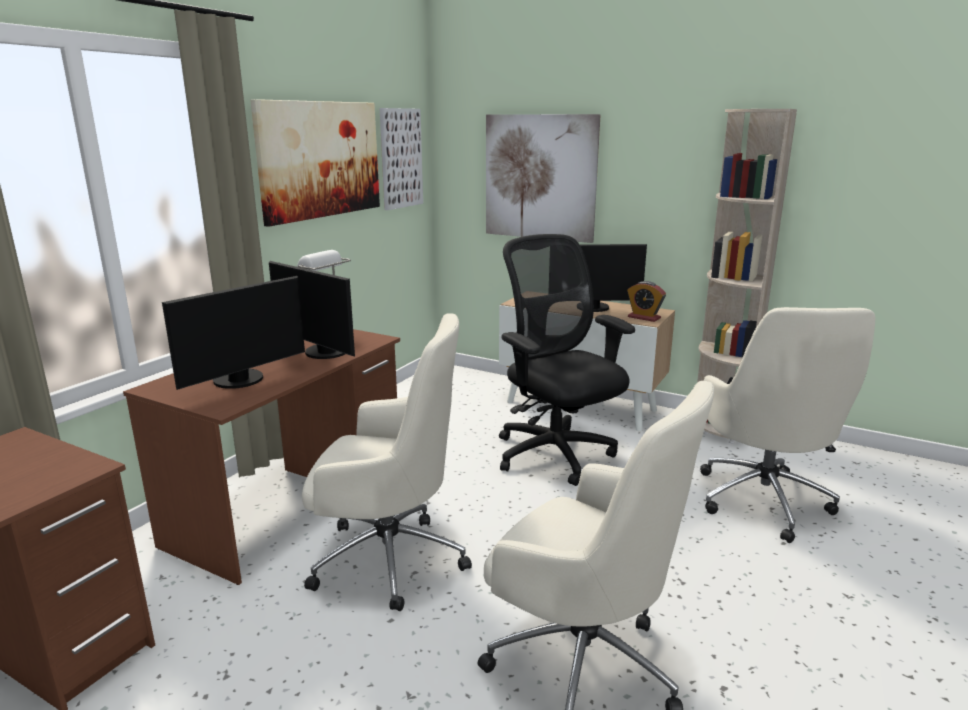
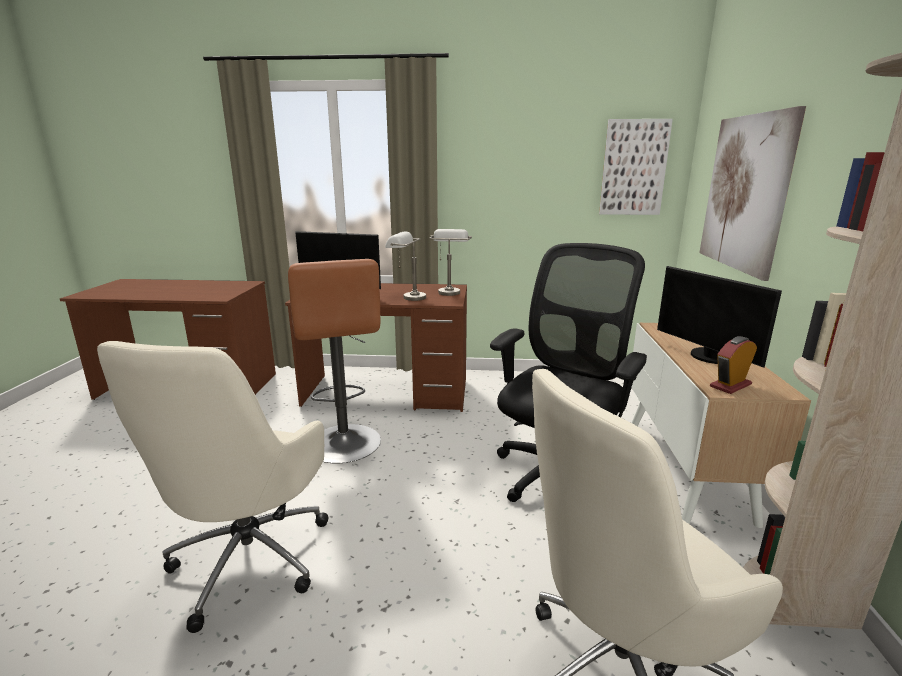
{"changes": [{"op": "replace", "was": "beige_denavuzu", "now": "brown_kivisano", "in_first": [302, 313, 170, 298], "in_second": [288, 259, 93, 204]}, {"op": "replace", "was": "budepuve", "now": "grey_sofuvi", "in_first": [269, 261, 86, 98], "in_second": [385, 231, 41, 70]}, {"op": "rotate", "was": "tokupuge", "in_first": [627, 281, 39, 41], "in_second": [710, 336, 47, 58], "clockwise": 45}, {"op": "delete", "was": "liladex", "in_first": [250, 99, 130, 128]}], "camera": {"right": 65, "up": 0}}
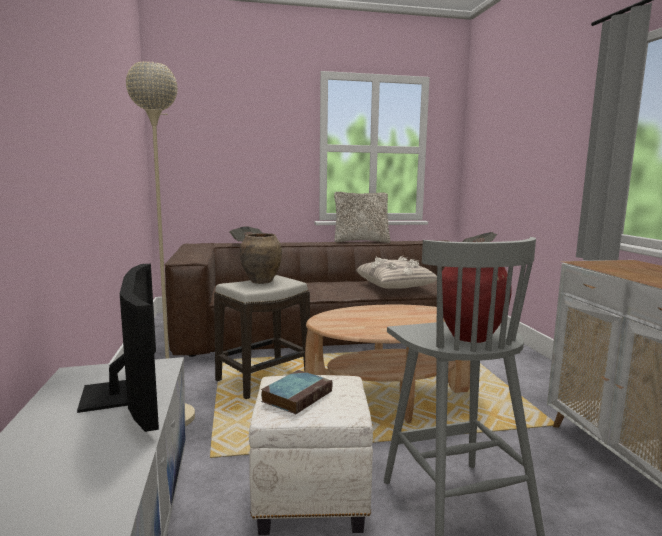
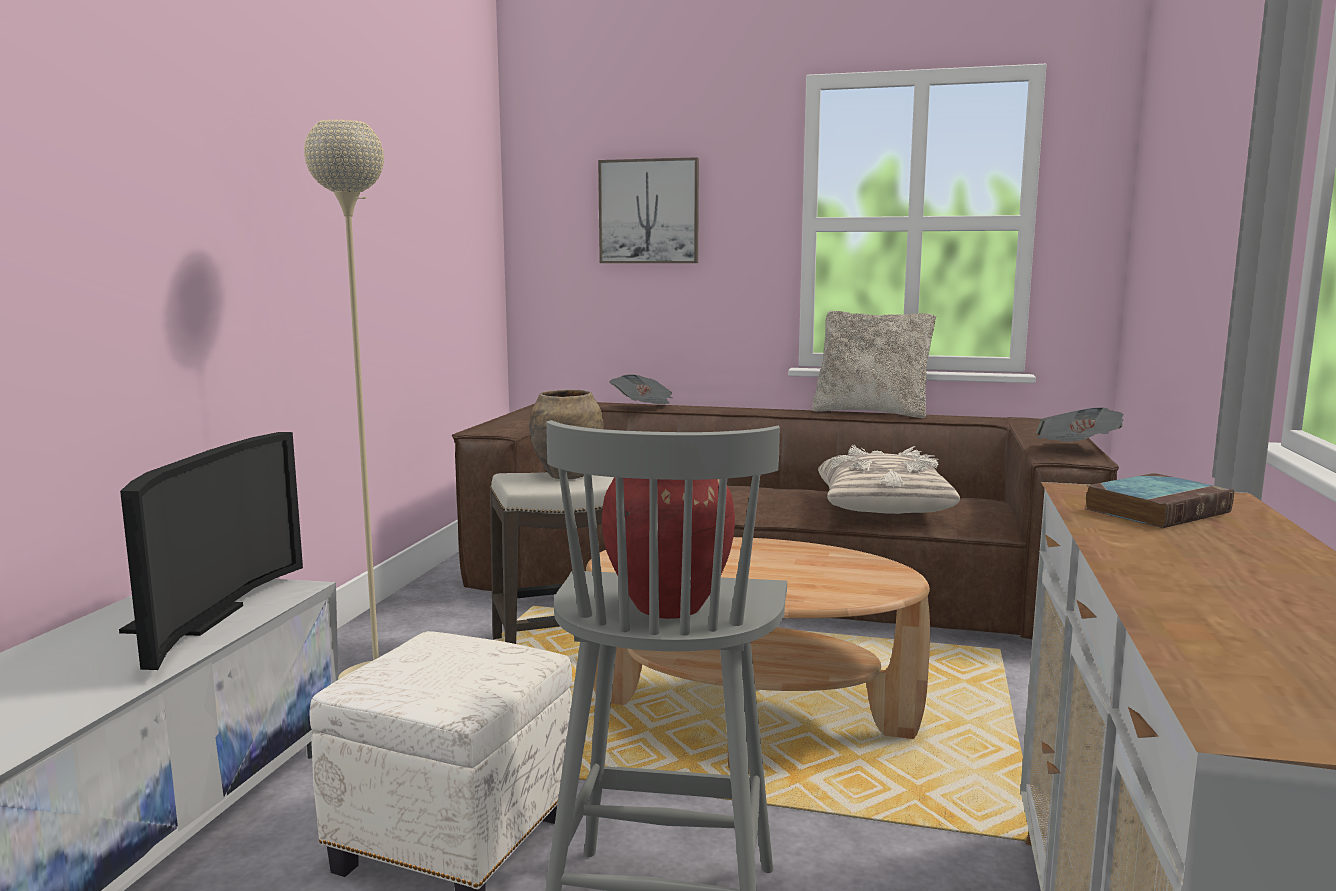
{"changes": [{"op": "insert", "now": "liladex", "in_second": [598, 157, 101, 106]}, {"op": "move", "was": "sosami", "in_first": [261, 370, 71, 44], "in_second": [1085, 473, 149, 55]}], "camera": {"right": 25, "up": 0}}
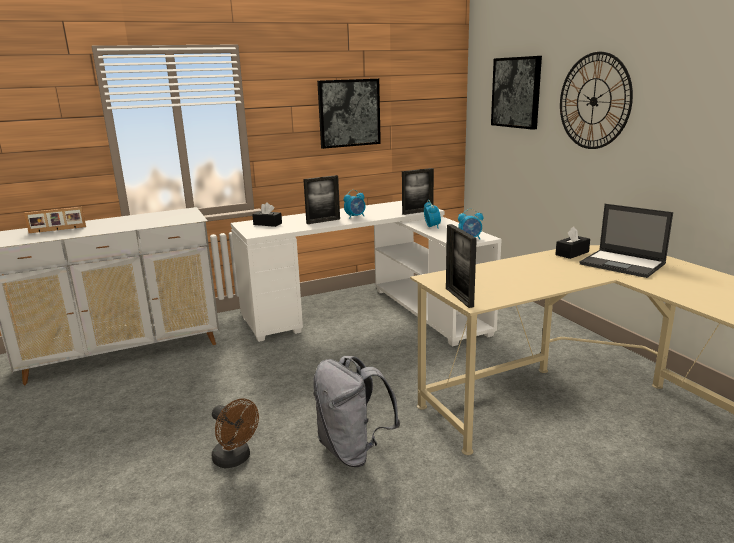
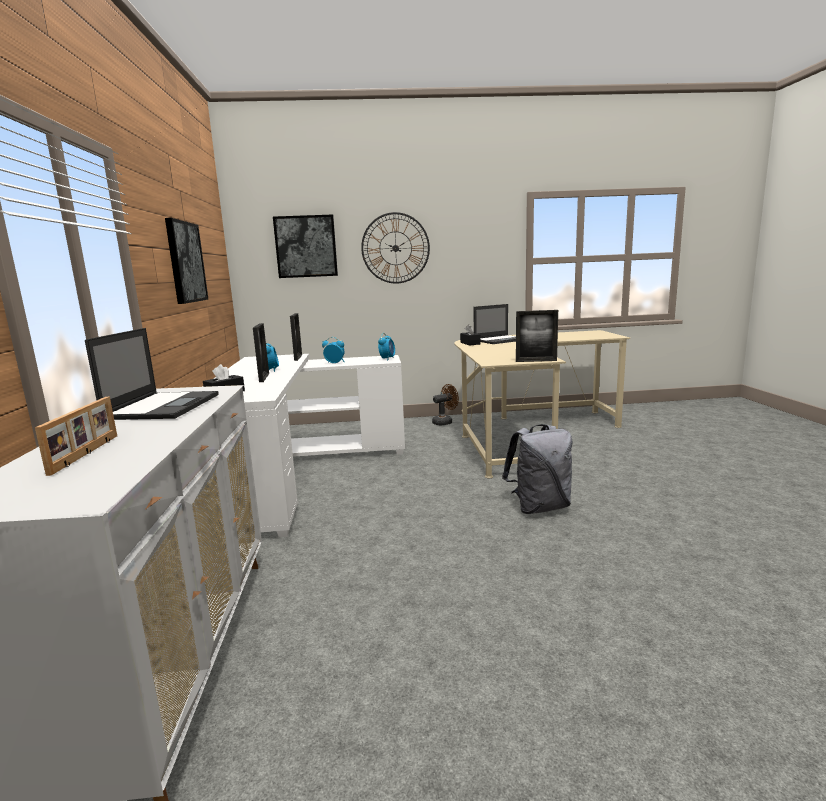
{"changes": [{"op": "insert", "now": "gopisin", "in_second": [85, 328, 134, 92]}, {"op": "move", "was": "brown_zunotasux", "in_first": [212, 399, 47, 69], "in_second": [432, 384, 27, 41]}], "camera": {"right": -70, "up": -5}}
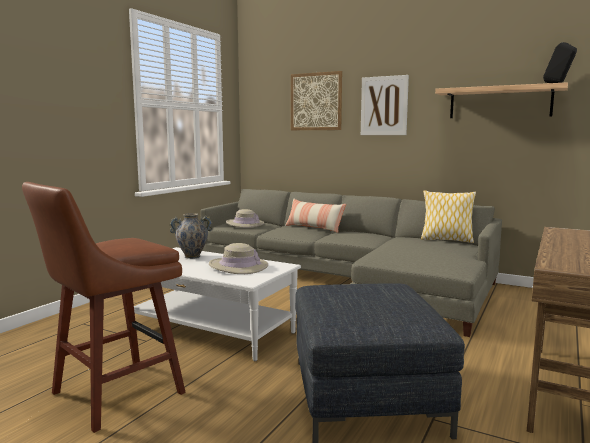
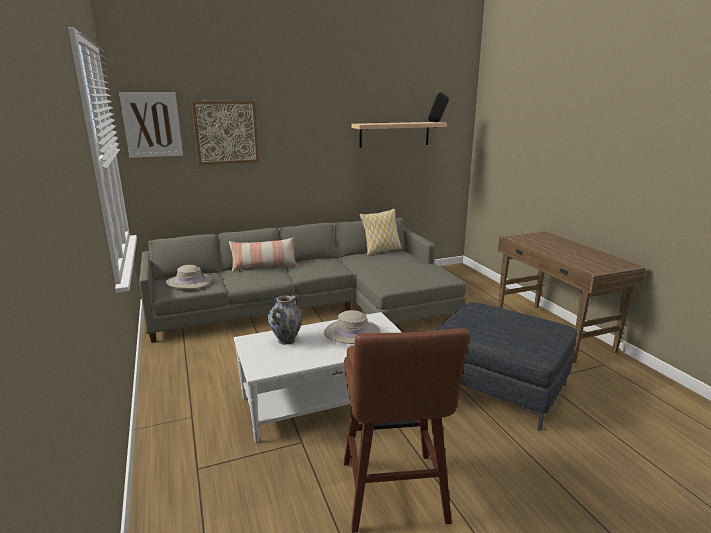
{"changes": [{"op": "move", "was": "liladex", "in_first": [361, 75, 48, 60], "in_second": [119, 92, 64, 66]}], "camera": {"right": -50, "up": 10}}
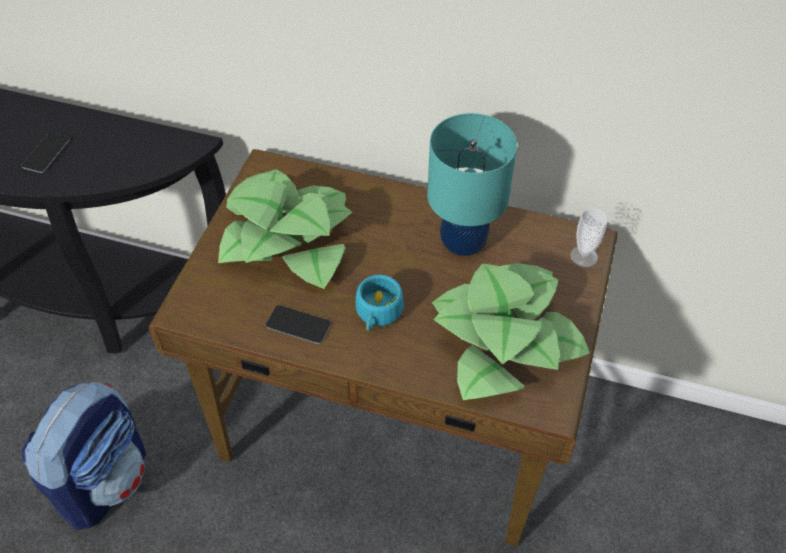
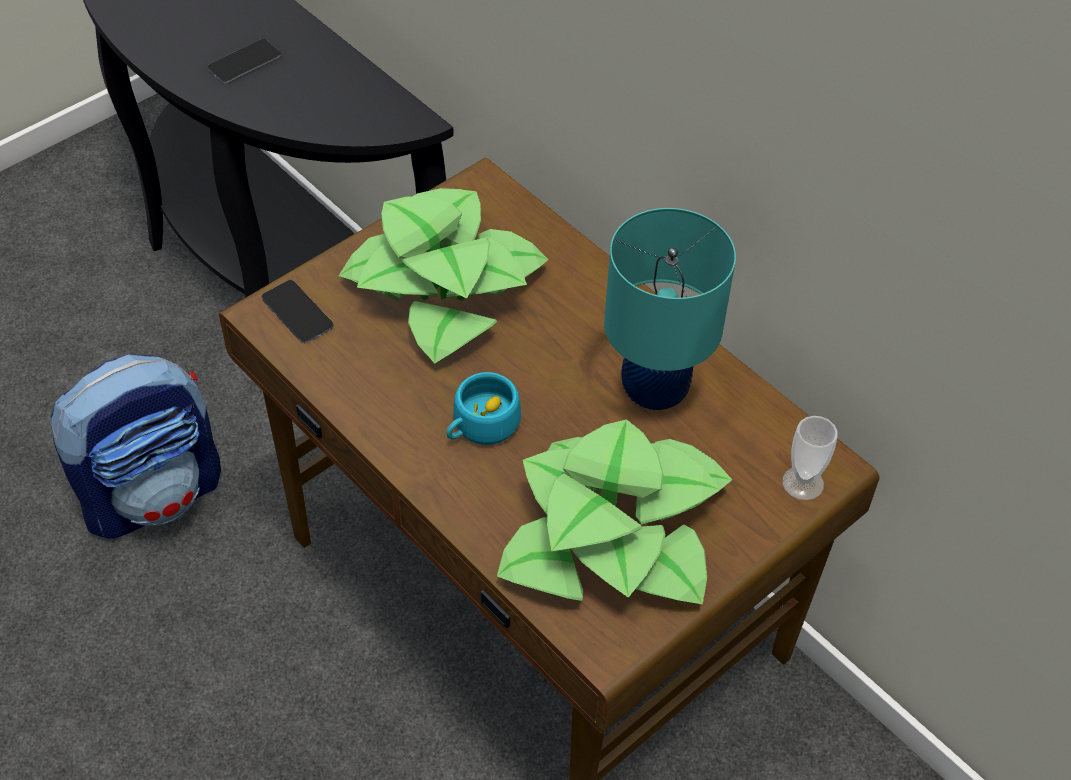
{"changes": [{"op": "move", "was": "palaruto", "in_first": [266, 305, 65, 39], "in_second": [262, 280, 72, 63]}], "camera": {"right": 30, "up": 0}}
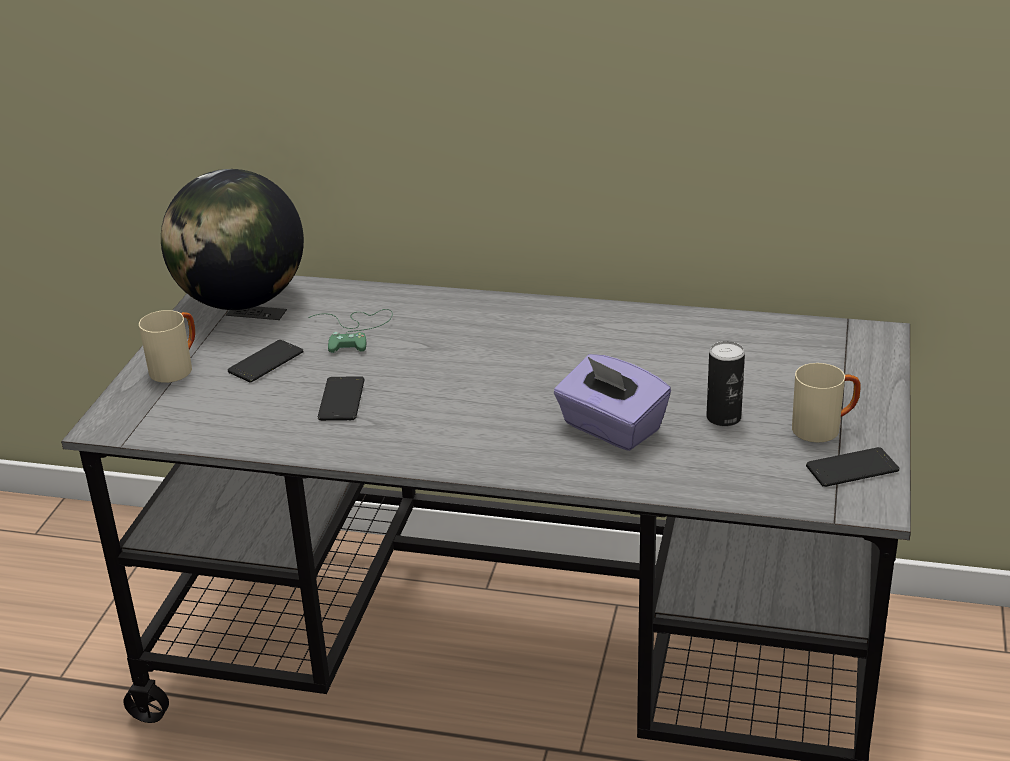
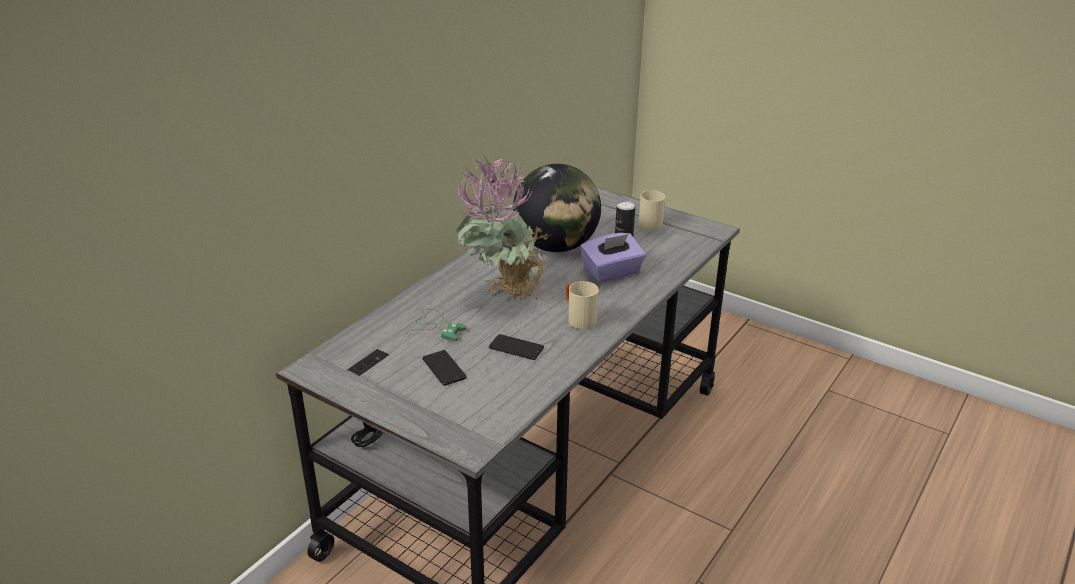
{"changes": [{"op": "insert", "now": "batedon", "in_second": [456, 156, 94, 146]}, {"op": "move", "was": "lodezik", "in_first": [161, 169, 143, 141], "in_second": [513, 164, 88, 88]}, {"op": "move", "was": "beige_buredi", "in_first": [139, 310, 56, 73], "in_second": [566, 281, 33, 48]}, {"op": "delete", "was": "palaruto", "in_first": [806, 447, 94, 40]}], "camera": {"right": -70, "up": 0}}
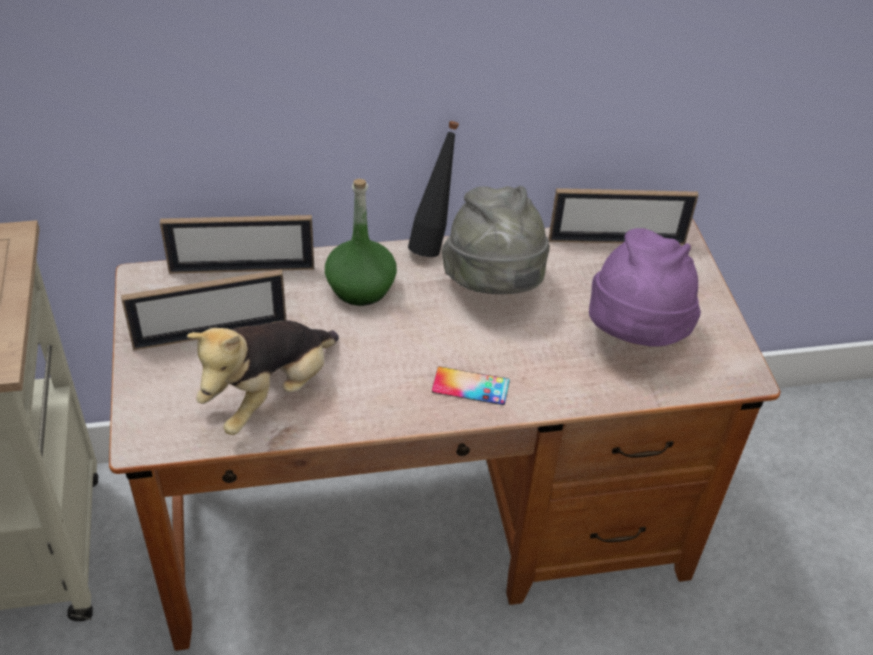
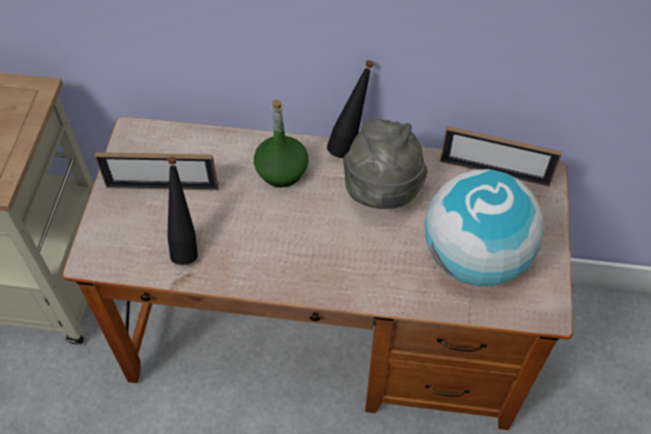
{"changes": [{"op": "replace", "was": "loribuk", "now": "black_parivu", "in_first": [187, 320, 152, 115], "in_second": [167, 157, 31, 108]}, {"op": "replace", "was": "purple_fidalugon", "now": "lodezik", "in_first": [589, 228, 112, 119], "in_second": [425, 169, 119, 117]}, {"op": "delete", "was": "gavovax", "in_first": [160, 215, 154, 59]}, {"op": "delete", "was": "palaruto", "in_first": [432, 367, 77, 38]}], "camera": {"right": 20, "up": 10}}
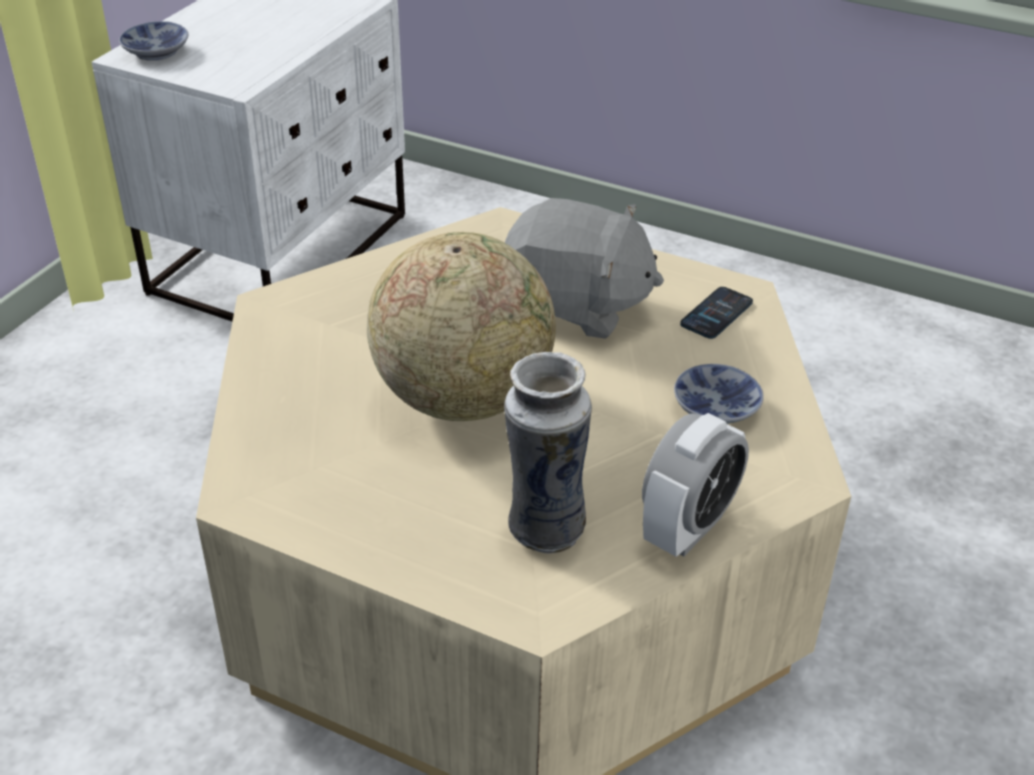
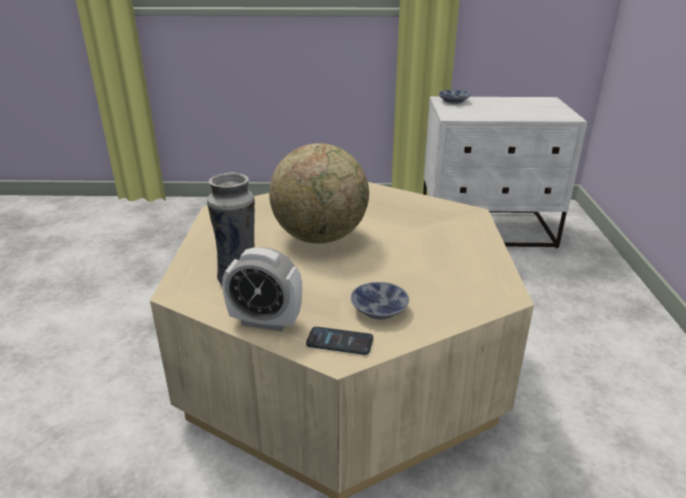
{"changes": [{"op": "move", "was": "palaruto", "in_first": [680, 287, 73, 52], "in_second": [306, 327, 67, 28]}, {"op": "delete", "was": "grey_loribuk", "in_first": [505, 198, 159, 141]}], "camera": {"right": 65, "up": -10}}
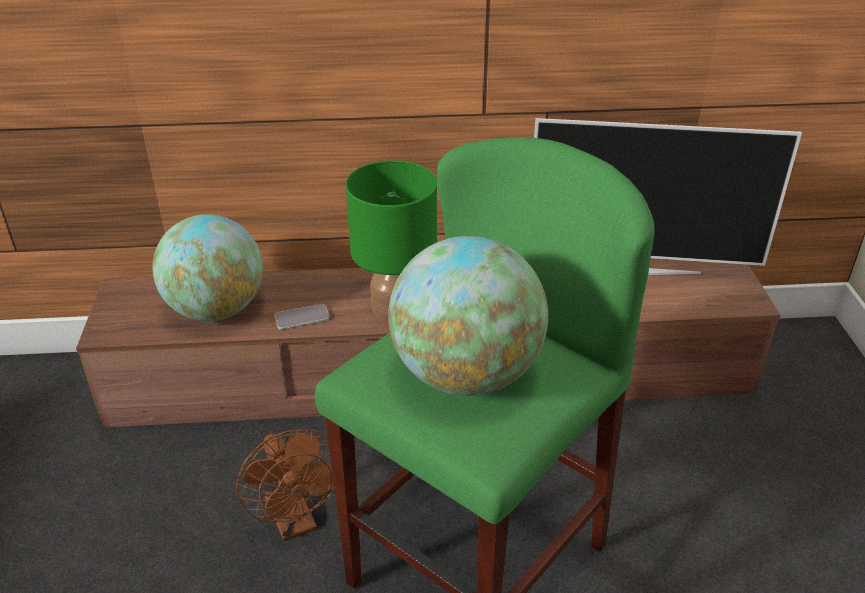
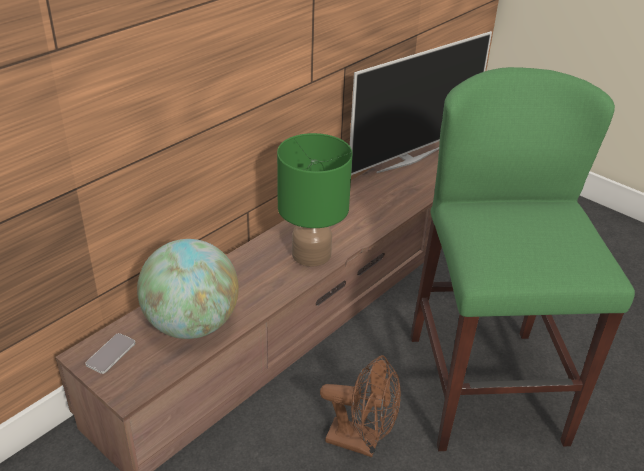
{"changes": [{"op": "move", "was": "palaruto", "in_first": [274, 304, 56, 26], "in_second": [85, 333, 50, 41]}, {"op": "delete", "was": "lodezik", "in_first": [388, 236, 160, 160]}], "camera": {"right": -45, "up": 0}}
